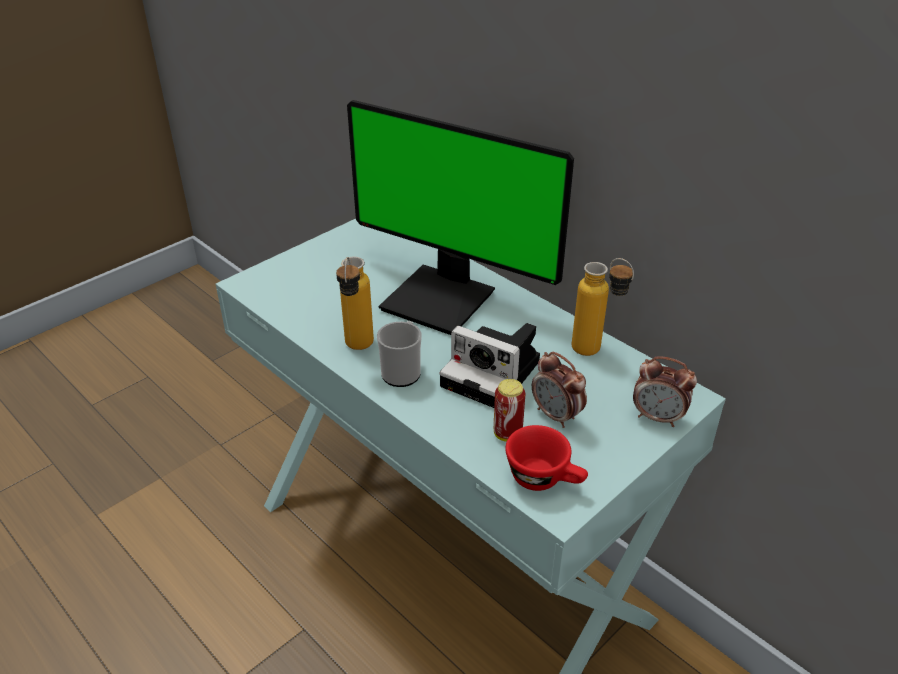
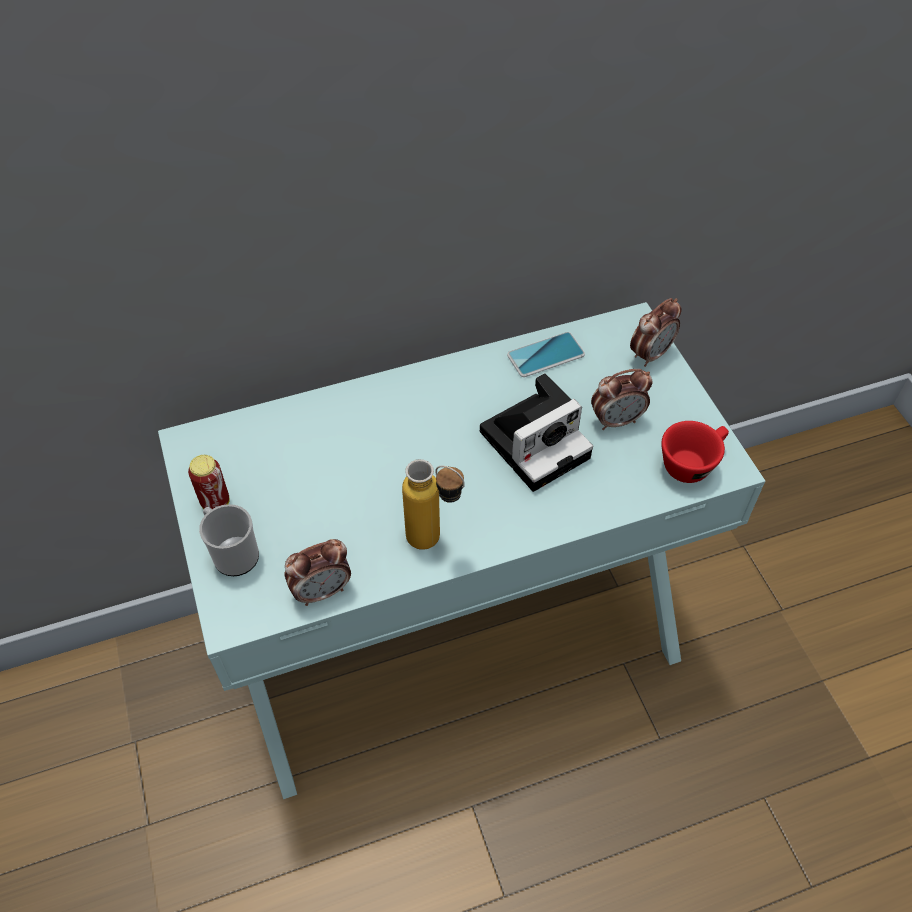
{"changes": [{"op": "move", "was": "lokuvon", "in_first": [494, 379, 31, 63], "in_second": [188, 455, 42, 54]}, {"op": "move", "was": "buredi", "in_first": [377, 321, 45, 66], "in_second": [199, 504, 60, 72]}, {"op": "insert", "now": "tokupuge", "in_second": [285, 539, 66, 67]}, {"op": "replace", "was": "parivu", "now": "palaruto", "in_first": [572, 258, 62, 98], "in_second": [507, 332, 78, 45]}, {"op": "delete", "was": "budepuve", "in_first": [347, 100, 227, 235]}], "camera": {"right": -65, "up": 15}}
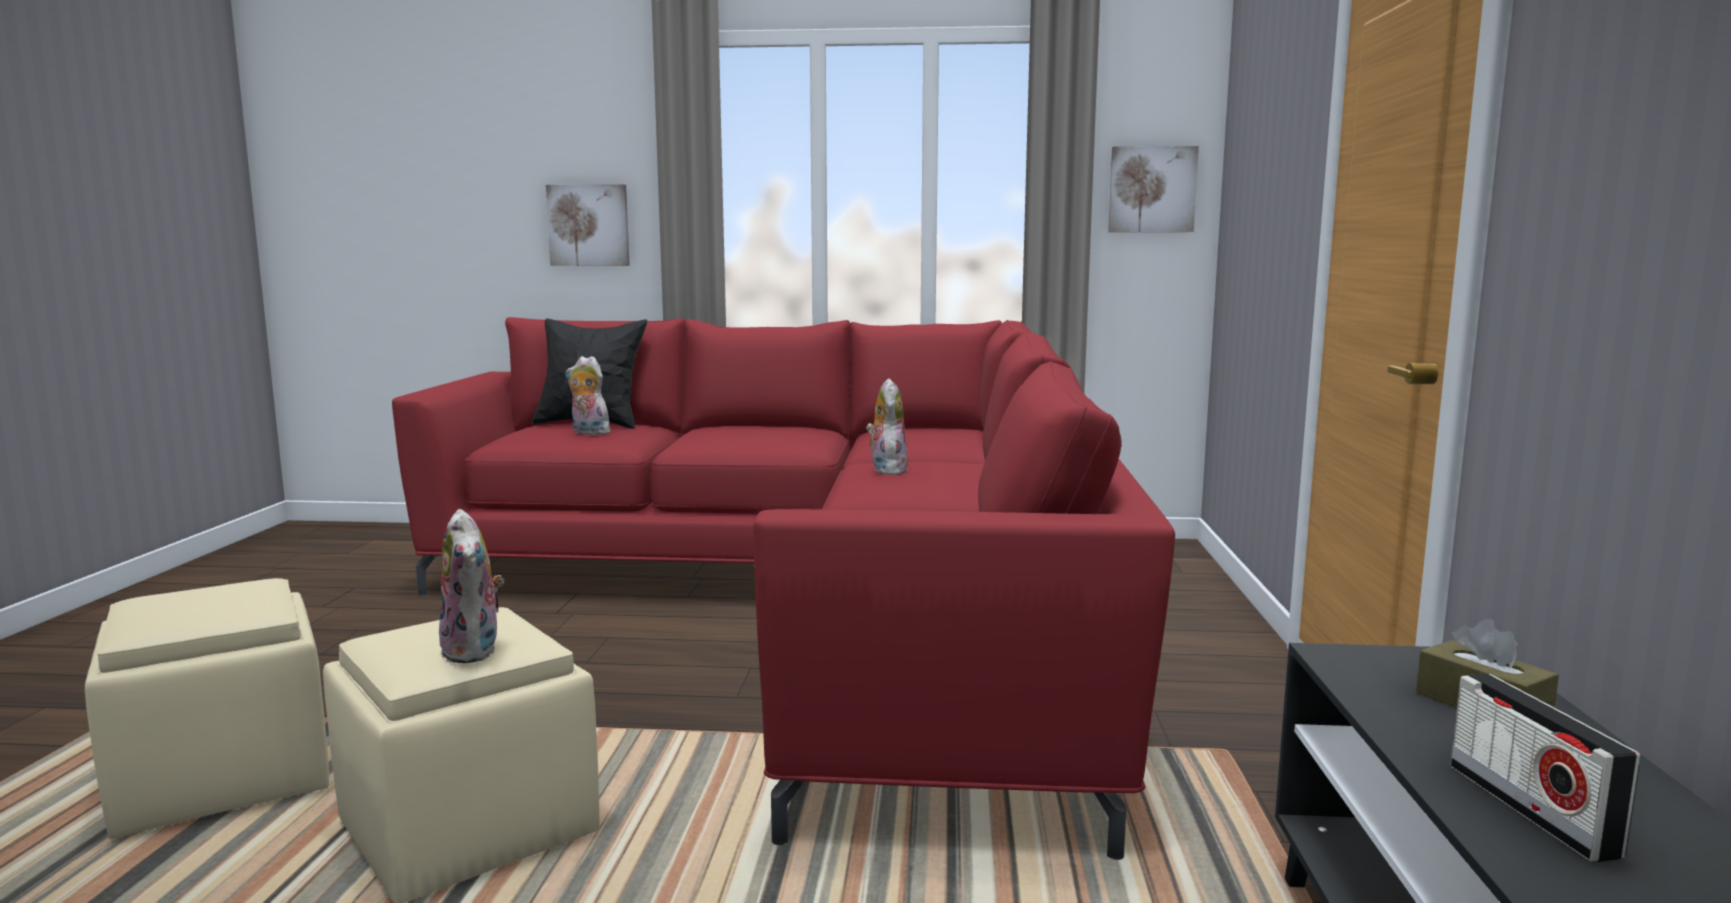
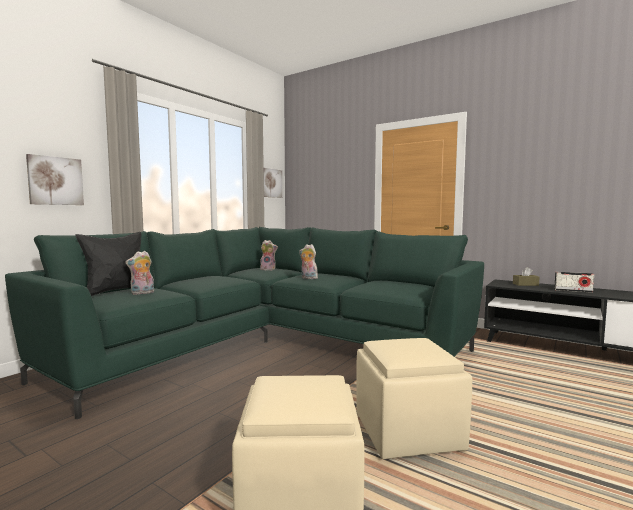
{"changes": [{"op": "recolor", "was": "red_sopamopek", "now": "green_sopamopek", "in_first": [392, 317, 783, 543], "in_second": [5, 227, 479, 192]}, {"op": "move", "was": "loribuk", "in_first": [439, 509, 66, 154], "in_second": [260, 240, 18, 30]}], "camera": {"right": -60, "up": -5}}
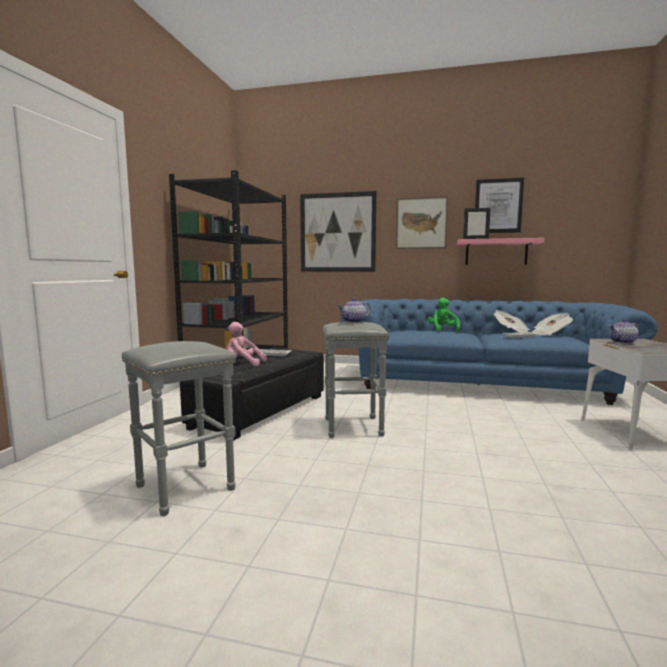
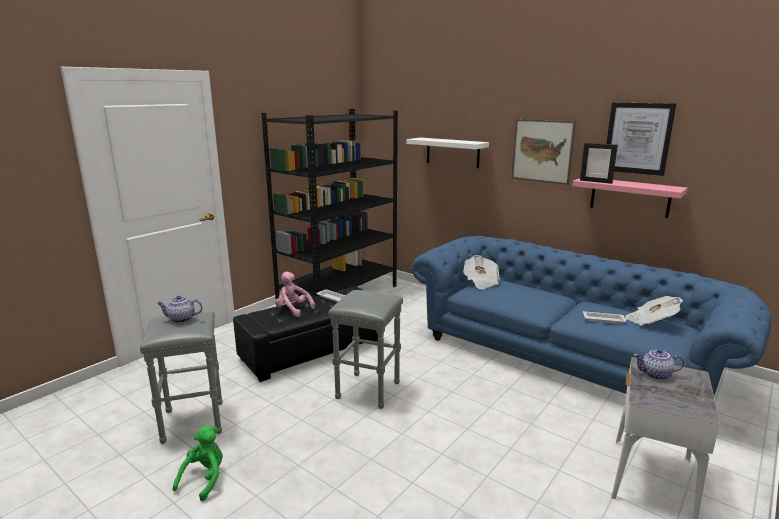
{"changes": [{"op": "move", "was": "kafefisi", "in_first": [337, 298, 34, 25], "in_second": [157, 296, 46, 27]}, {"op": "move", "was": "green_loribuk", "in_first": [428, 298, 32, 34], "in_second": [173, 426, 50, 75]}, {"op": "replace", "was": "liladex", "now": "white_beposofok", "in_first": [300, 191, 77, 81], "in_second": [406, 137, 83, 31]}, {"op": "move", "was": "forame", "in_first": [494, 310, 36, 22], "in_second": [463, 255, 36, 34]}], "camera": {"right": 25, "up": 10}}
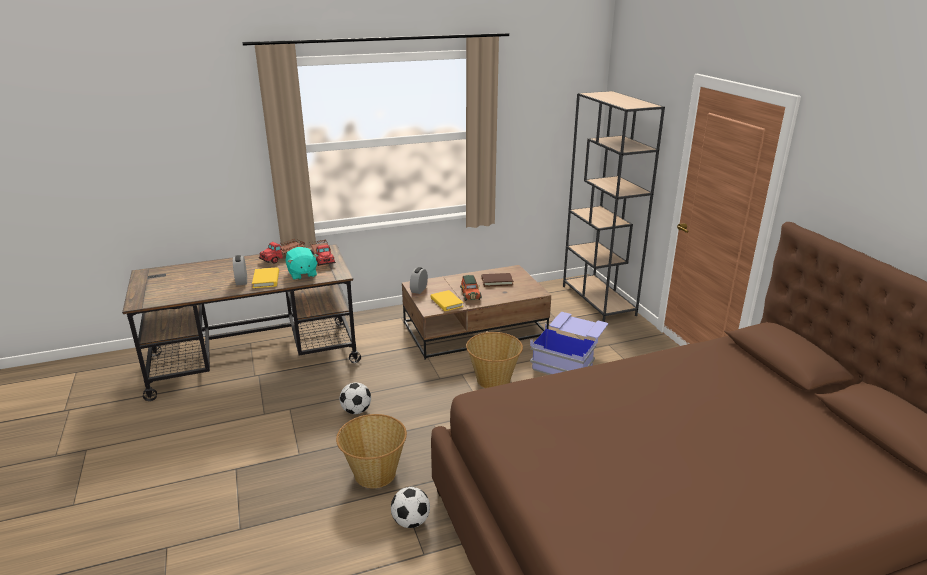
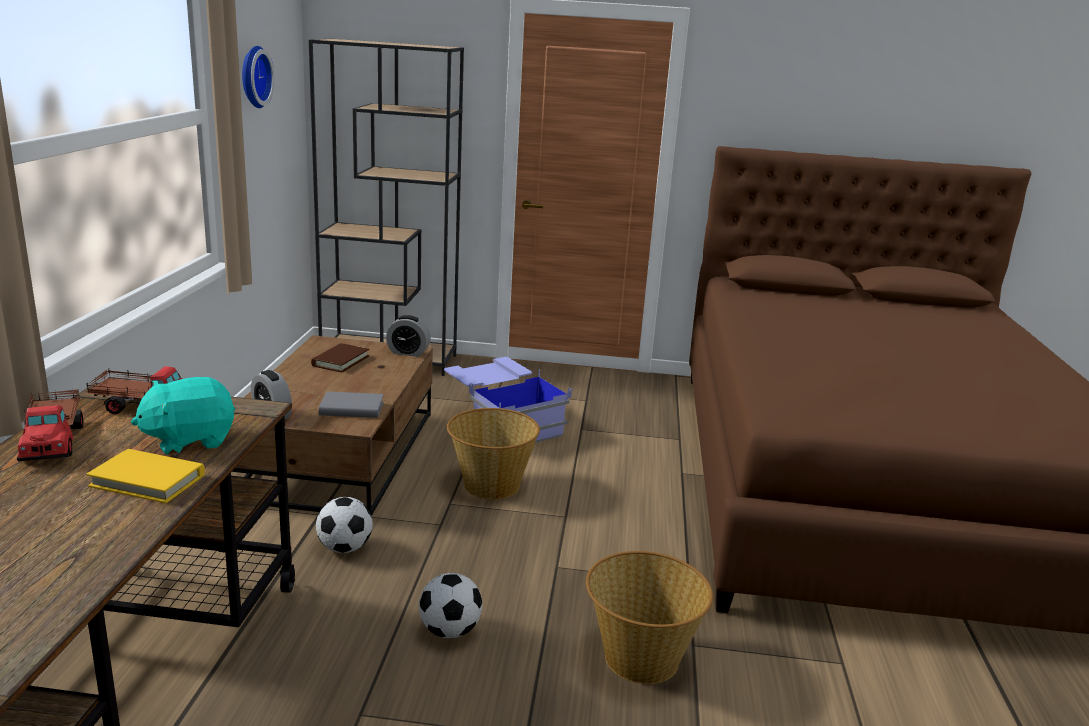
{"changes": [{"op": "rotate", "was": "turquoise_loribuk", "in_first": [285, 247, 33, 33], "in_second": [131, 377, 104, 78], "clockwise": 150}, {"op": "insert", "now": "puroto", "in_second": [242, 46, 33, 62]}, {"op": "move", "was": "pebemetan", "in_first": [391, 487, 39, 41], "in_second": [316, 497, 57, 56]}, {"op": "recolor", "was": "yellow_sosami", "now": "grey_sosami", "in_first": [430, 290, 33, 21], "in_second": [319, 392, 65, 26]}, {"op": "move", "was": "tokupuge", "in_first": [233, 255, 14, 31], "in_second": [386, 315, 45, 42]}, {"op": "delete", "was": "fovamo", "in_first": [460, 275, 22, 26]}], "camera": {"right": -65, "up": -5}}
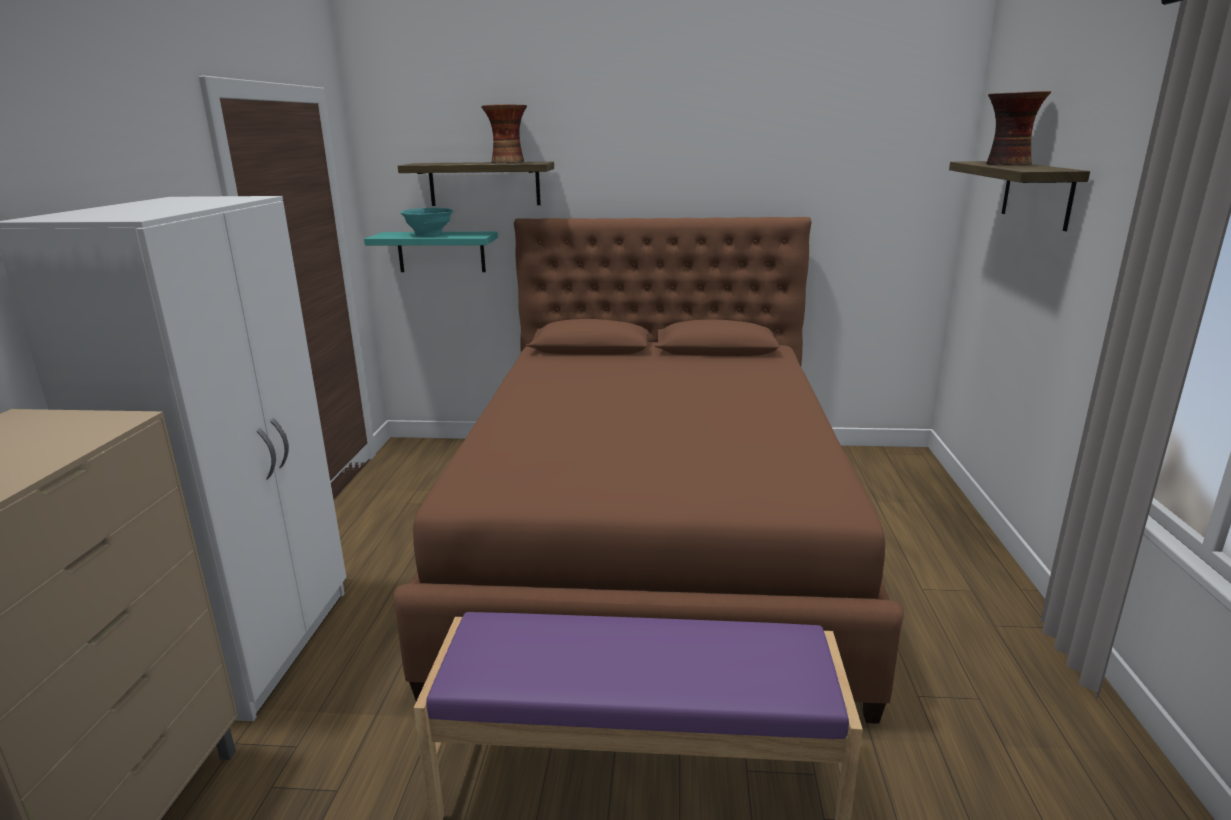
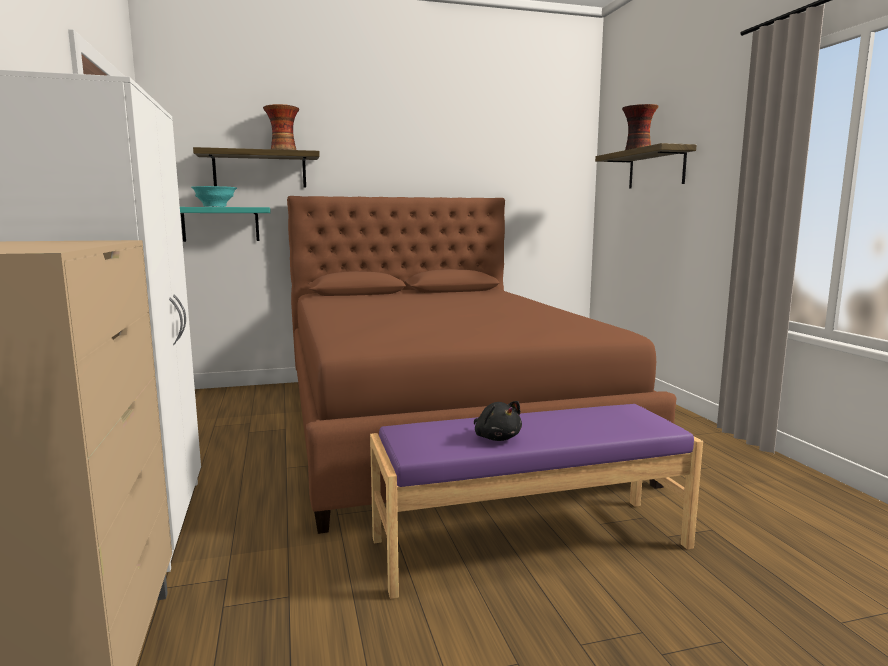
{"changes": [{"op": "insert", "now": "black_loribuk", "in_second": [474, 401, 48, 40]}], "camera": {"right": -20, "up": -10}}
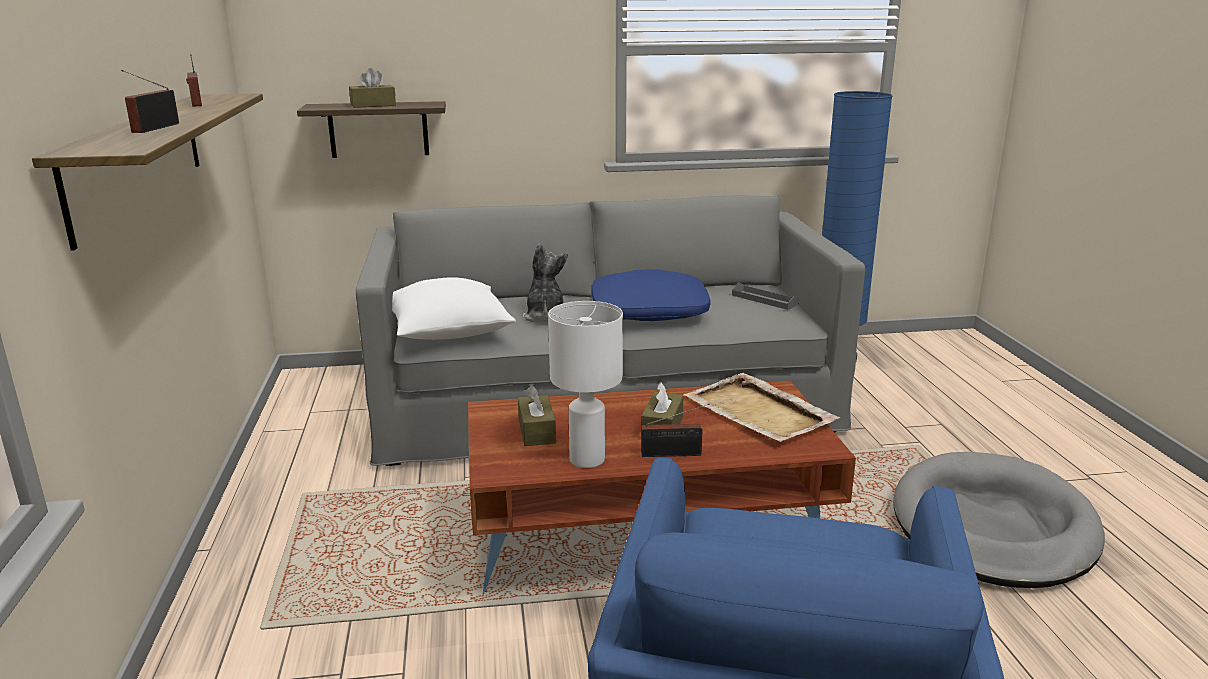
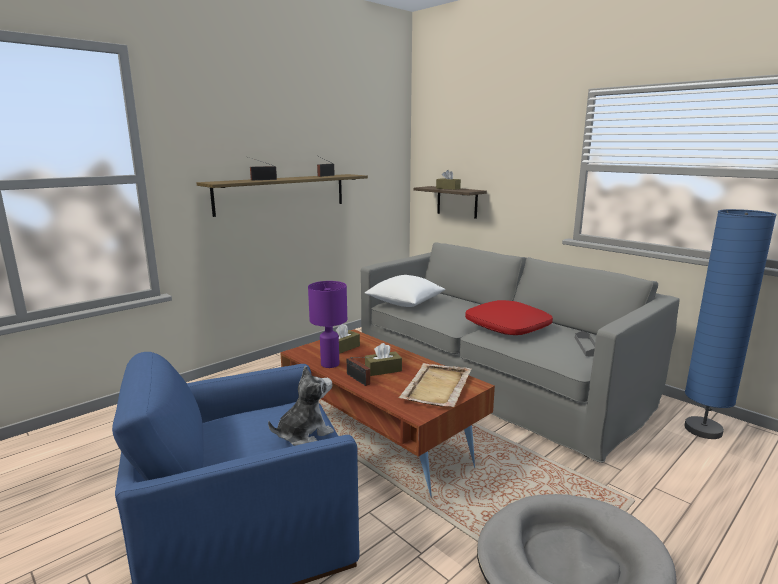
{"changes": [{"op": "move", "was": "loribuk", "in_first": [523, 244, 45, 78], "in_second": [268, 366, 66, 80]}, {"op": "recolor", "was": "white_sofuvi", "now": "purple_sofuvi", "in_first": [548, 301, 75, 167], "in_second": [308, 281, 39, 87]}, {"op": "recolor", "was": "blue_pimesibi", "now": "red_pimesibi", "in_first": [591, 269, 120, 52], "in_second": [465, 300, 88, 35]}], "camera": {"right": 55, "up": -5}}
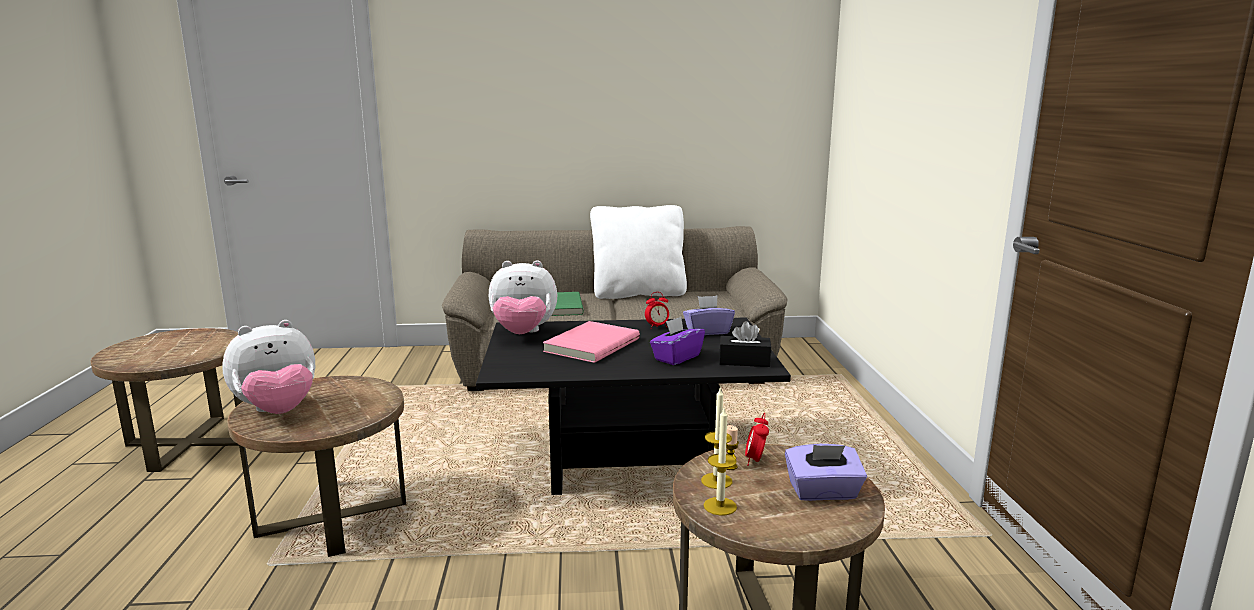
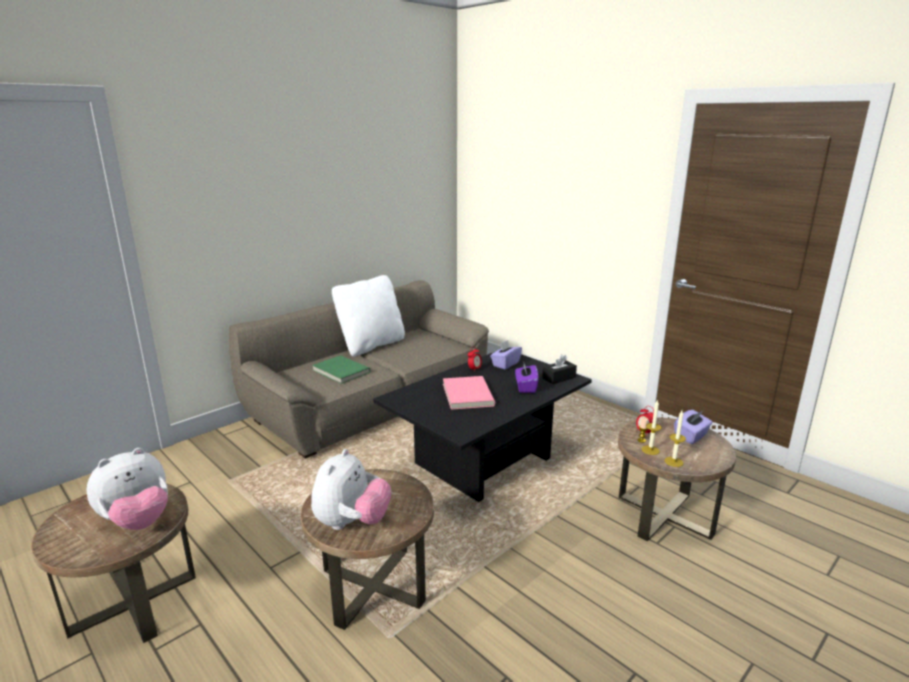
{"changes": [{"op": "move", "was": "loribuk", "in_first": [489, 260, 68, 74], "in_second": [86, 448, 82, 82]}], "camera": {"right": -40, "up": 5}}
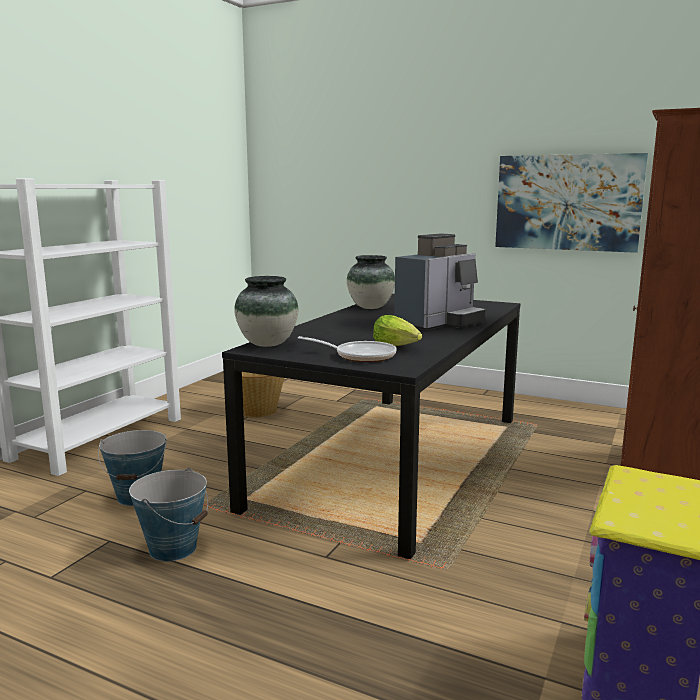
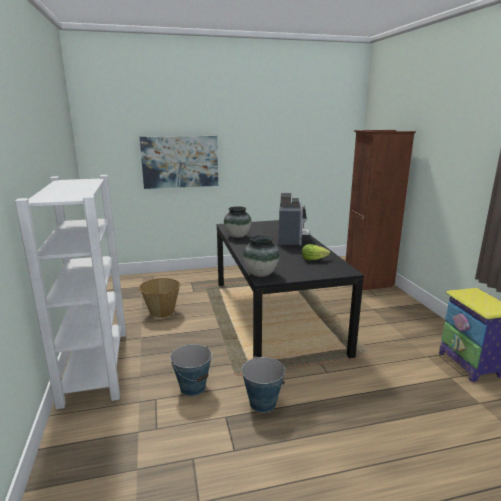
{"changes": [{"op": "move", "was": "liladex", "in_first": [495, 153, 153, 100], "in_second": [140, 136, 78, 53]}, {"op": "delete", "was": "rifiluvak", "in_first": [298, 336, 99, 26]}], "camera": {"right": -40, "up": 5}}
